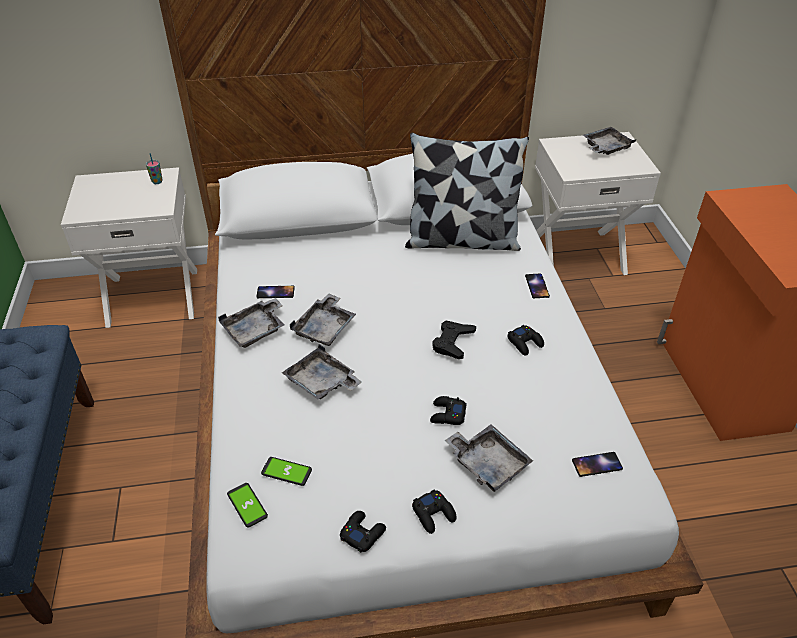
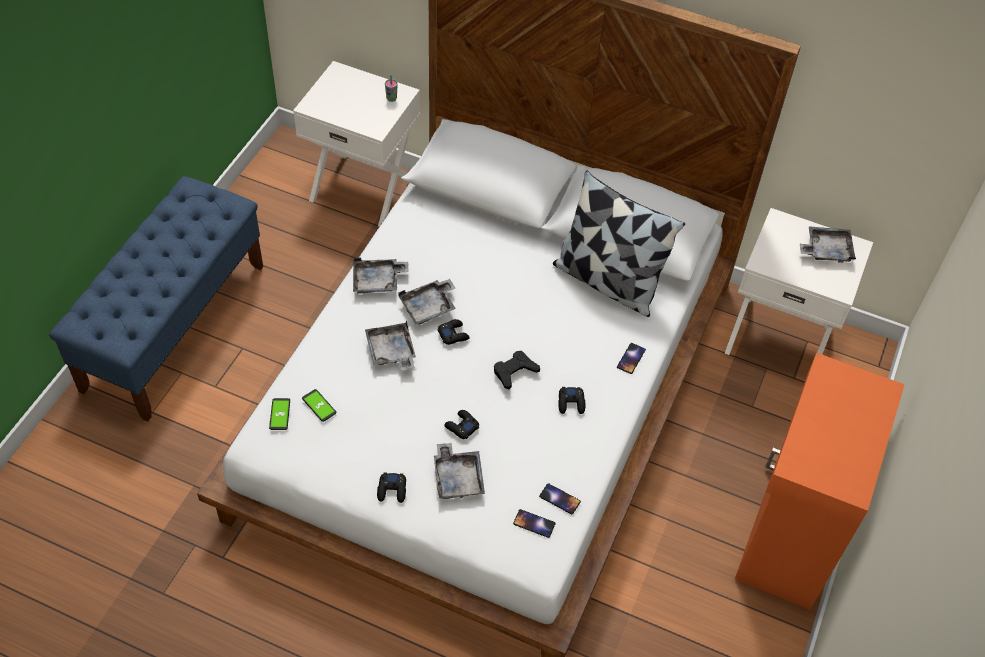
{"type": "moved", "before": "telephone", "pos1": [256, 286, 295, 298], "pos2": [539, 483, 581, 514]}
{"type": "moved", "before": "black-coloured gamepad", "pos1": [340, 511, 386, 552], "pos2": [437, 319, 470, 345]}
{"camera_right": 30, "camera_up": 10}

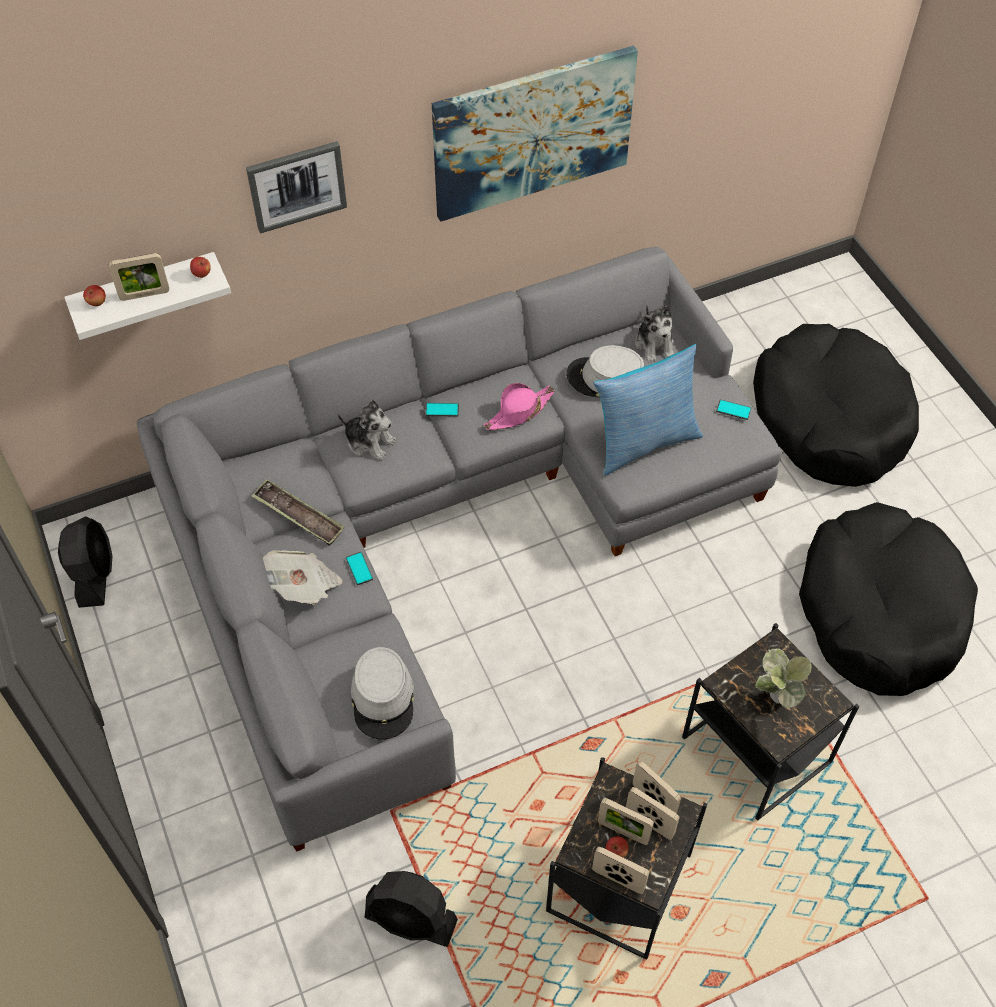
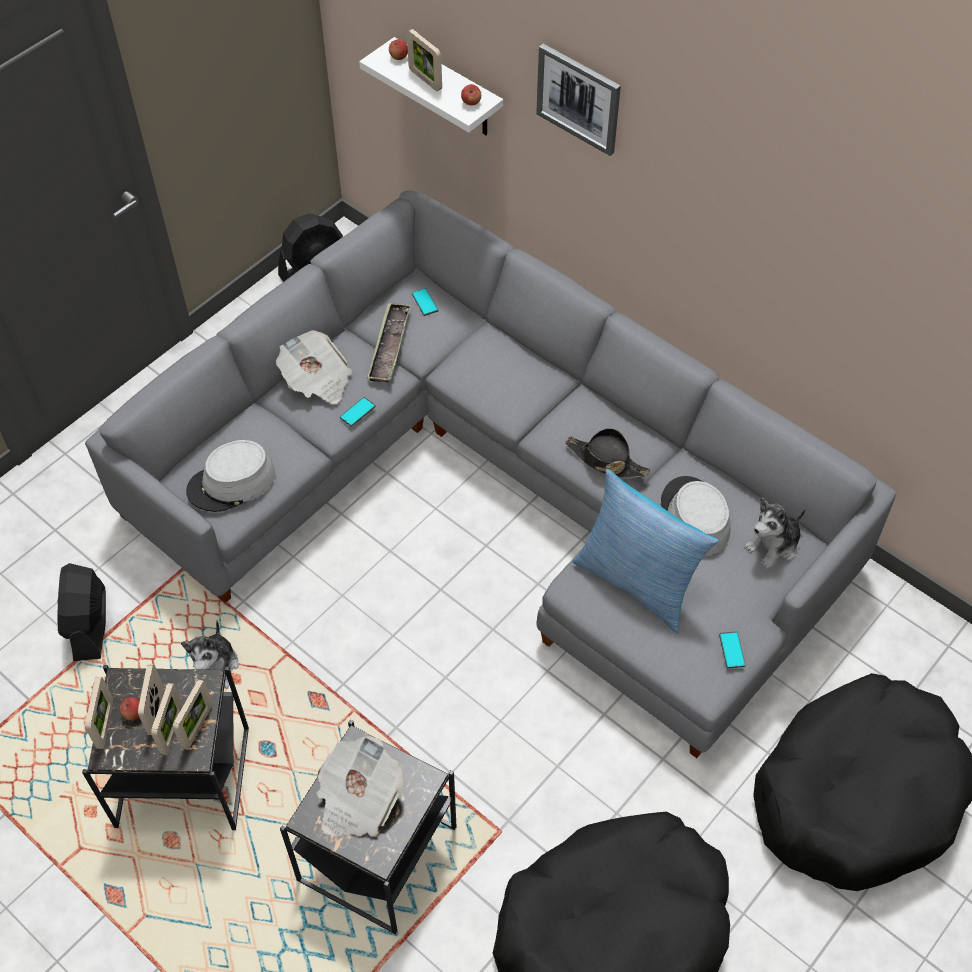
{"type": "removed", "before": "wall picture", "pos1": [432, 46, 638, 222]}
{"type": "recoloured", "before": "pink-coloured clothing hat", "after": "black-coloured clothing hat", "pos1": [484, 383, 555, 430], "pos2": [565, 428, 651, 478]}
{"type": "moved", "before": "cuddly toy", "pos1": [338, 400, 396, 460], "pos2": [181, 620, 239, 689]}
{"type": "moved", "before": "telephone", "pos1": [426, 403, 459, 417], "pos2": [412, 288, 439, 316]}
{"type": "replaced", "before": "houseplant", "after": "newspaper", "pos1": [755, 648, 812, 708], "pos2": [317, 736, 404, 837]}
{"camera_right": 65, "camera_up": 0}

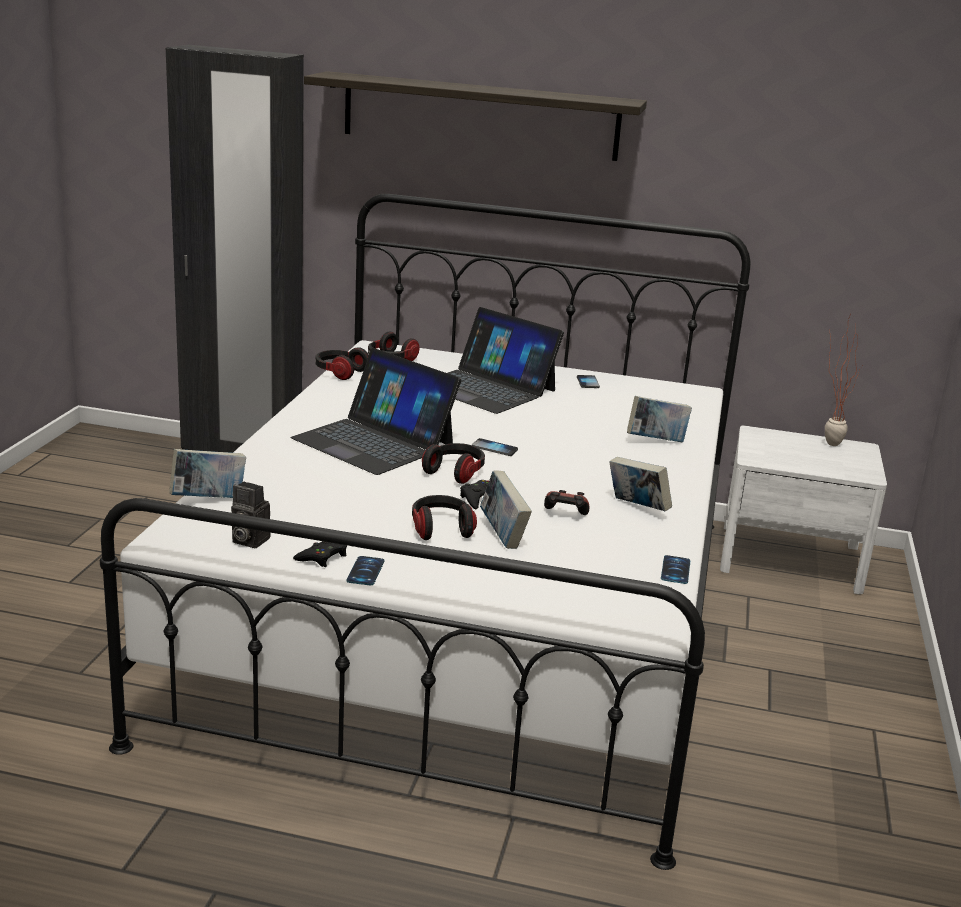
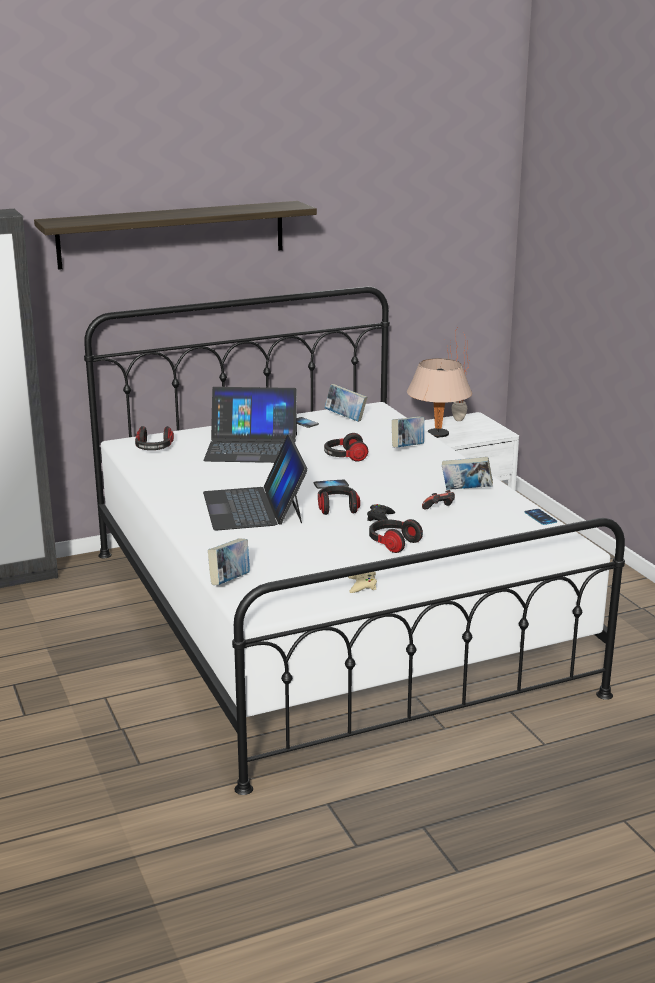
{"type": "moved", "before": "pair of headphones", "pos1": [315, 347, 369, 380], "pos2": [324, 433, 368, 461]}
{"type": "turned", "before": "portable computer", "pos1": [291, 348, 461, 475], "pos2": [203, 435, 308, 530], "turn": 75}
{"type": "moved", "before": "book", "pos1": [480, 470, 532, 549], "pos2": [324, 384, 367, 422]}
{"type": "removed", "before": "photo camera", "pos1": [231, 482, 270, 548]}
{"type": "recoloured", "before": "black-coloured gamepad", "after": "beige gamepad", "pos1": [293, 541, 347, 567], "pos2": [348, 571, 377, 593]}
{"type": "removed", "before": "telephone", "pos1": [346, 556, 385, 585]}
{"type": "added", "after": "beige tabletop lamp", "pos2": [407, 358, 472, 438]}
{"camera_right": -35, "camera_up": 0}

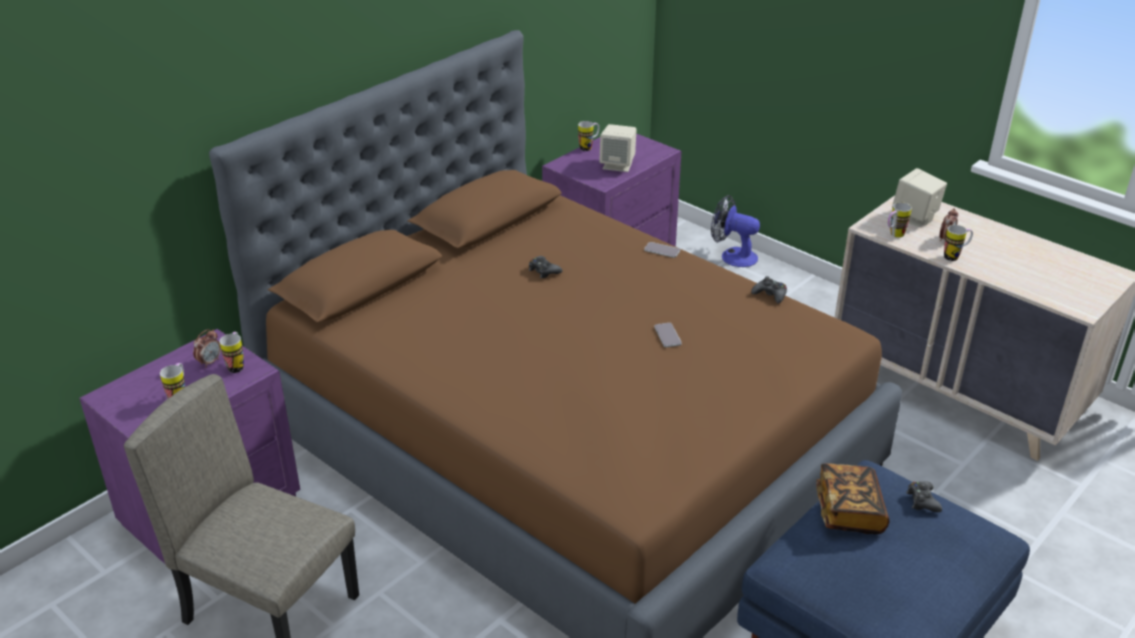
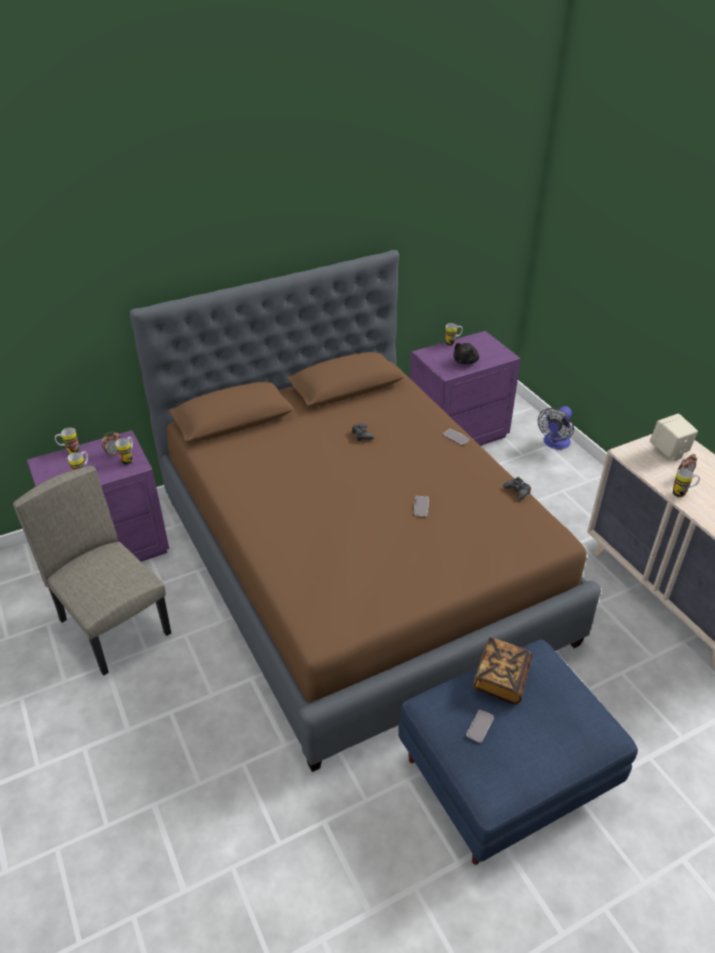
{"type": "replaced", "before": "beige loudspeaker", "after": "black-coloured cuddly toy", "pos1": [599, 124, 637, 172], "pos2": [453, 343, 479, 364]}
{"type": "turned", "before": "electric fan", "pos1": [711, 195, 760, 267], "pos2": [538, 406, 574, 449], "turn": -105}
{"type": "moved", "before": "tea mug", "pos1": [888, 202, 912, 238], "pos2": [55, 428, 79, 454]}
{"type": "removed", "before": "black-coloured gamepad", "pos1": [906, 481, 942, 512]}
{"type": "added", "after": "telephone", "pos2": [466, 710, 494, 743]}
{"camera_right": 20, "camera_up": 5}

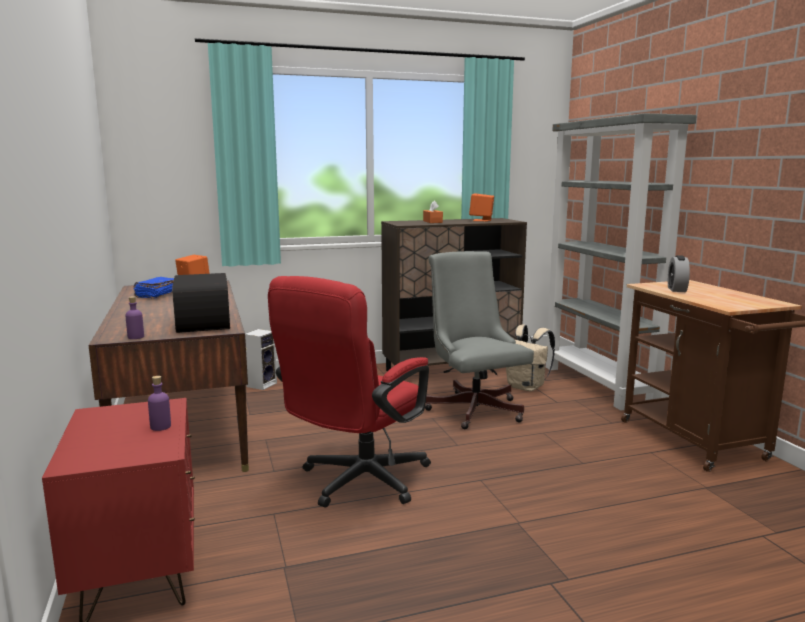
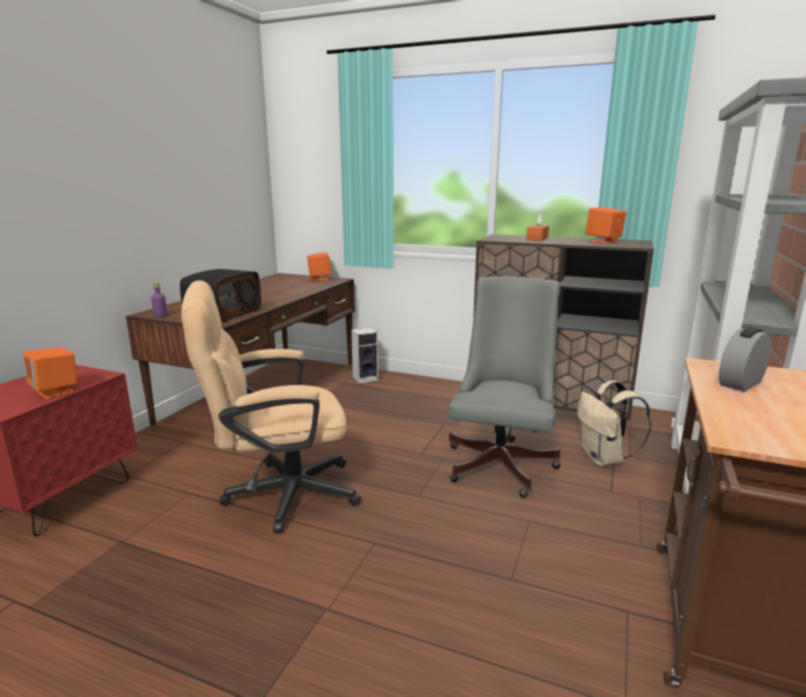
{"type": "recoloured", "before": "reddish office chair", "after": "beige office chair", "pos1": [268, 276, 431, 508], "pos2": [181, 280, 361, 533]}
{"type": "removed", "before": "blue-coloured book", "pos1": [134, 277, 174, 299]}
{"type": "replaced", "before": "purple beverage bottle", "after": "orange-coloured loudspeaker", "pos1": [148, 376, 171, 431], "pos2": [23, 347, 77, 399]}
{"camera_right": 40, "camera_up": 5}

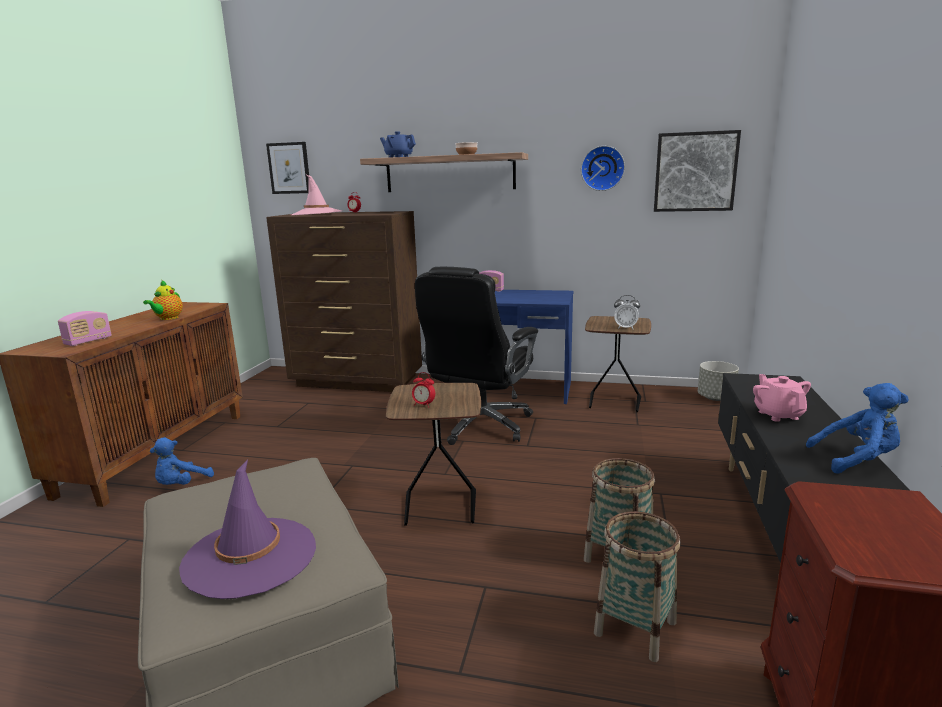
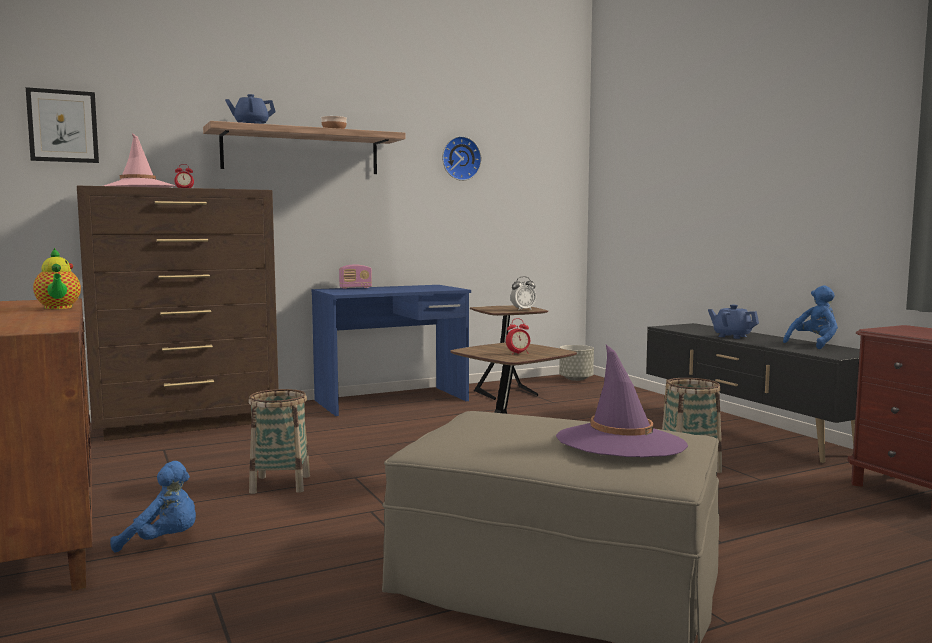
{"type": "removed", "before": "wall picture", "pos1": [654, 130, 741, 212]}
{"type": "removed", "before": "black-coloured office chair", "pos1": [415, 267, 538, 445]}
{"type": "removed", "before": "radio", "pos1": [58, 311, 112, 346]}
{"type": "recoloured", "before": "pink-coloured pot for tea", "after": "blue-coloured pot for tea", "pos1": [753, 374, 811, 422], "pos2": [708, 305, 759, 339]}
{"type": "turned", "before": "blue-coloured cuddly toy", "pos1": [150, 437, 214, 485], "pos2": [110, 461, 196, 553], "turn": -75}
{"type": "moved", "before": "household basket", "pos1": [594, 511, 681, 662], "pos2": [248, 389, 310, 494]}
{"camera_right": -40, "camera_up": -10}

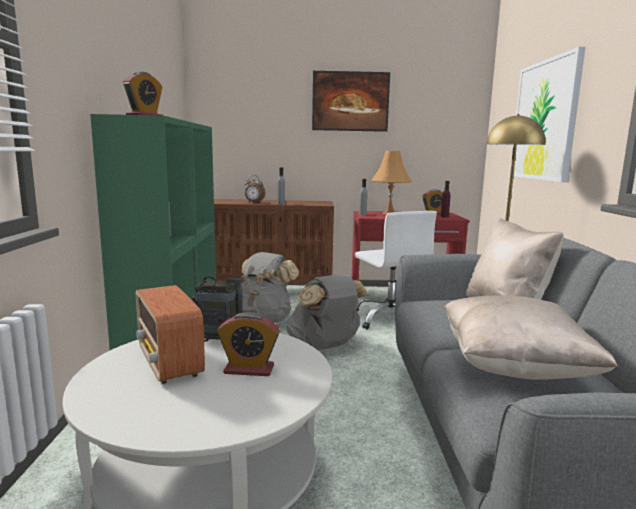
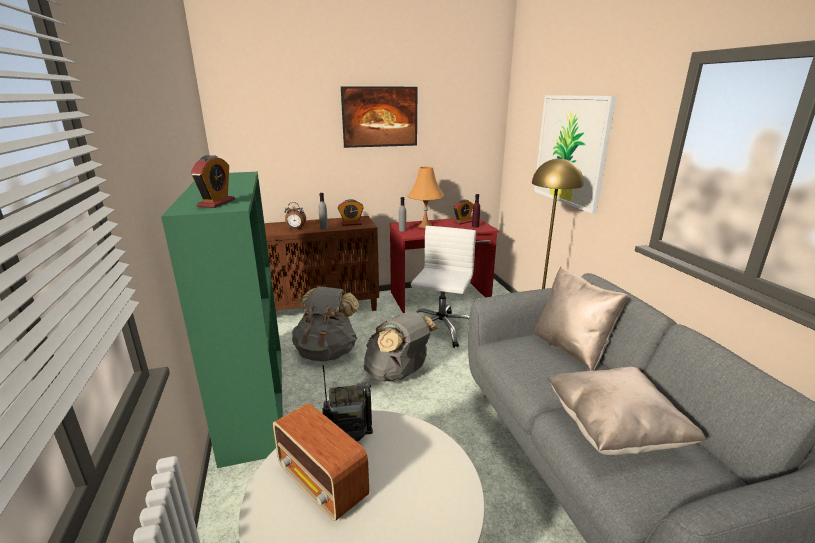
{"type": "turned", "before": "whitish office chair", "pos1": [355, 211, 437, 329], "pos2": [411, 226, 476, 348], "turn": -120}
{"type": "moved", "before": "alarm clock", "pos1": [217, 312, 280, 376], "pos2": [338, 199, 364, 226]}
{"camera_right": -15, "camera_up": 10}

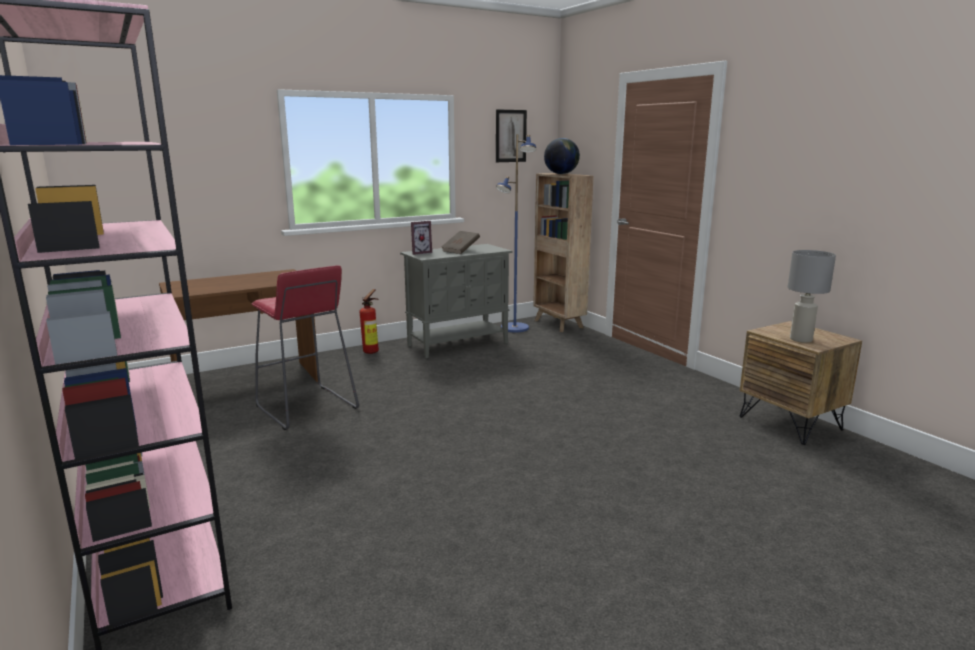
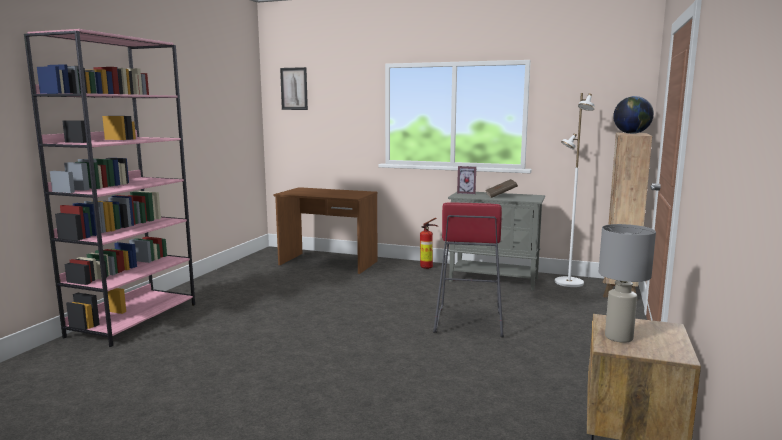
{"type": "moved", "before": "wall picture", "pos1": [496, 109, 527, 162], "pos2": [280, 67, 308, 110]}
{"type": "recoloured", "before": "blue-coloured standing lamp", "after": "whitish standing lamp", "pos1": [496, 134, 537, 333], "pos2": [555, 93, 595, 287]}
{"type": "moved", "before": "reddish stool seat", "pos1": [252, 265, 359, 430], "pos2": [433, 202, 504, 337]}
{"camera_right": 50, "camera_up": -5}

